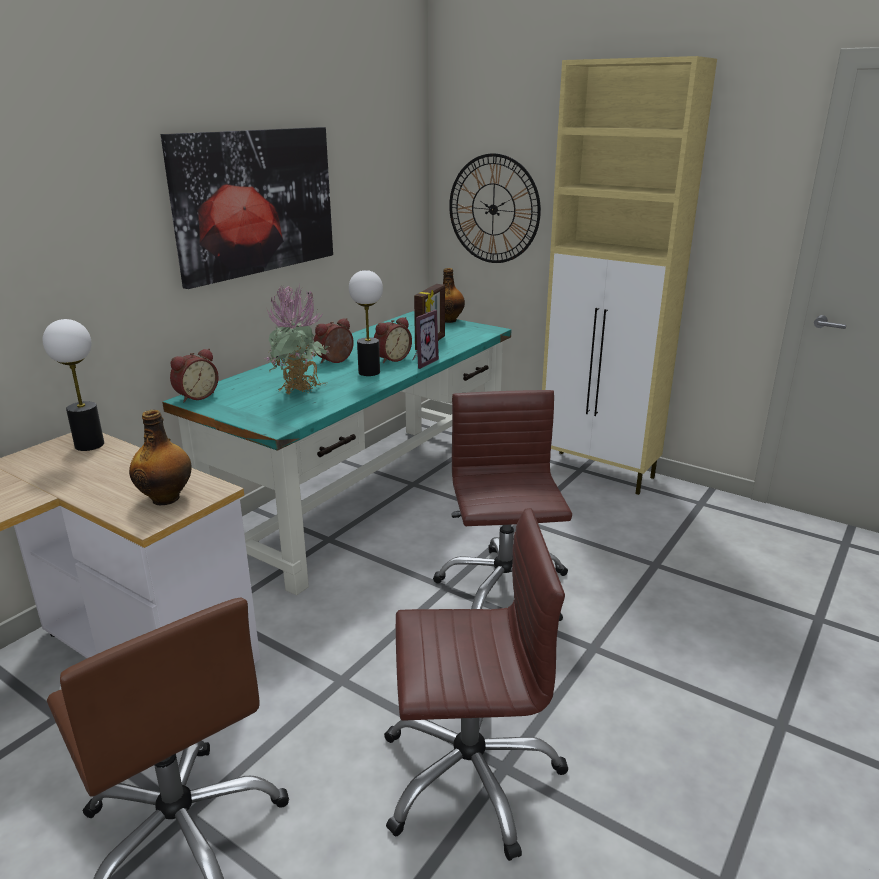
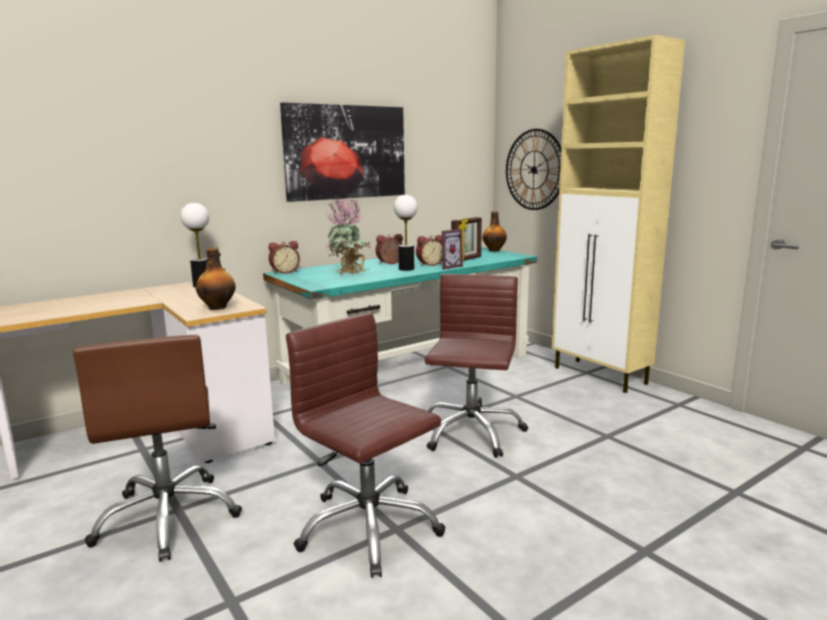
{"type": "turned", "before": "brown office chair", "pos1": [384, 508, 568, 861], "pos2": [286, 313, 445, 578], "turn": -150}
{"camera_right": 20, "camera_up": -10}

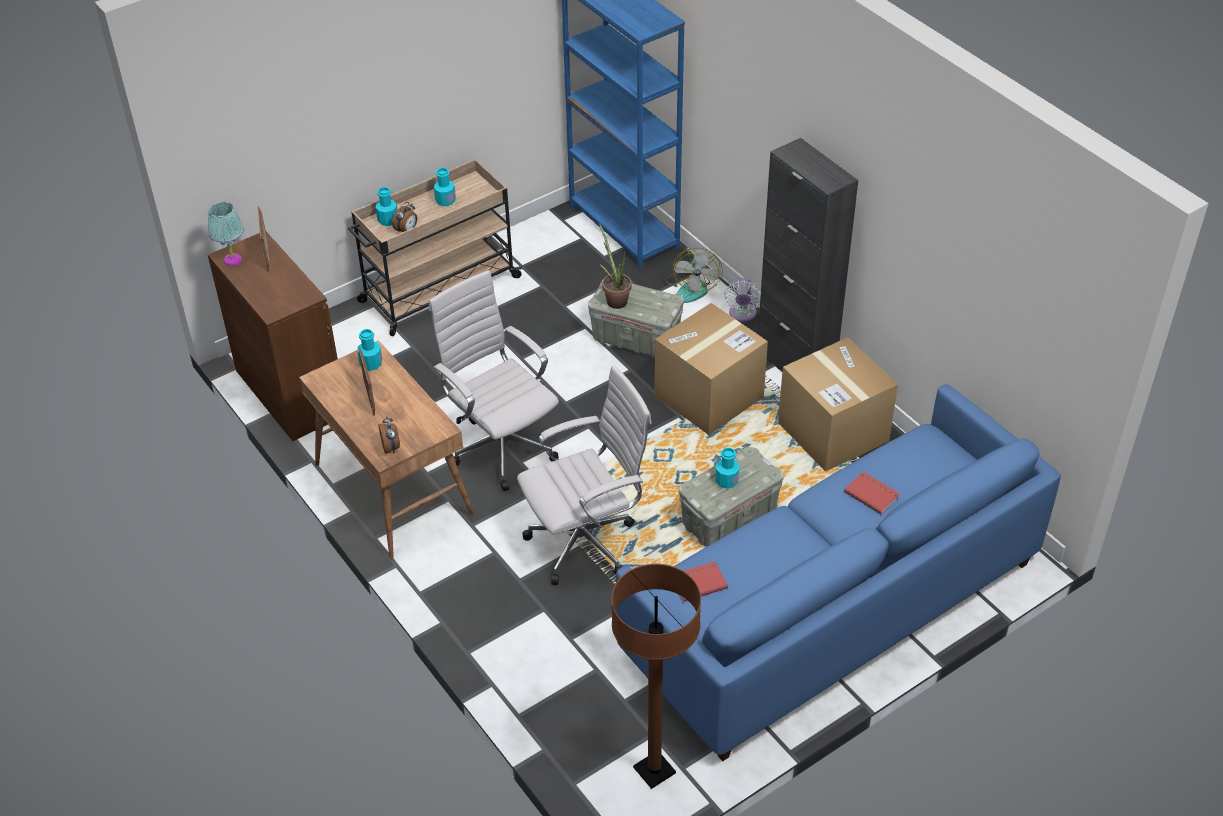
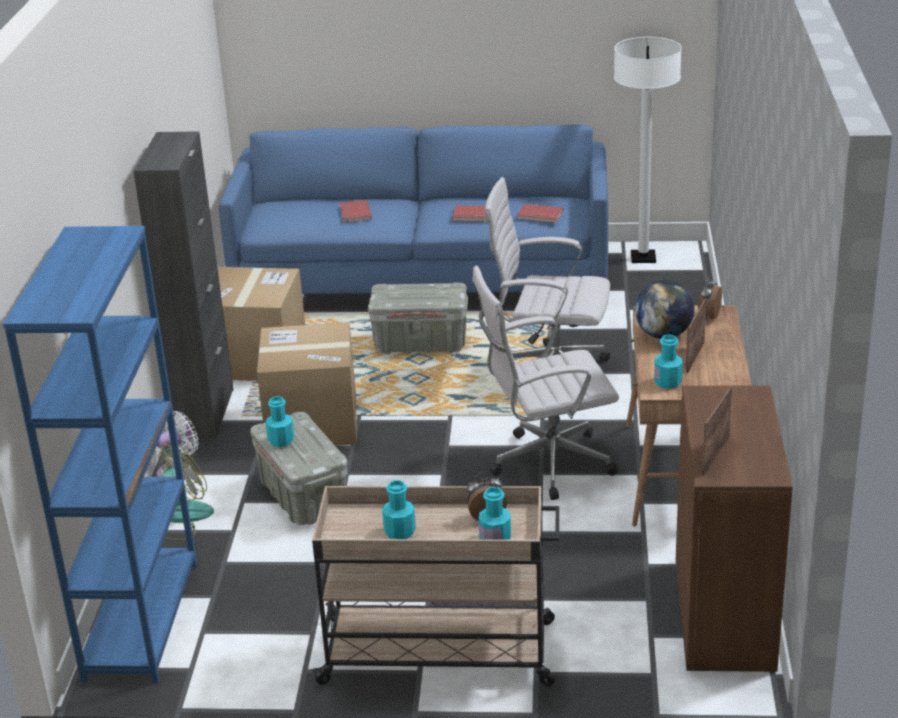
{"type": "removed", "before": "turquoise-coloured tabletop lamp", "pos1": [208, 202, 244, 266]}
{"type": "removed", "before": "houseplant", "pos1": [599, 223, 632, 309]}
{"type": "turned", "before": "whitish office chair", "pos1": [429, 270, 559, 491], "pos2": [472, 266, 619, 500], "turn": 75}
{"type": "moved", "before": "turquoise-coloured beverage bottle", "pos1": [716, 447, 739, 488], "pos2": [266, 396, 294, 447]}
{"type": "recoloured", "before": "brown standing lamp", "after": "whitish standing lamp", "pos1": [611, 564, 701, 789], "pos2": [614, 37, 682, 263]}
{"type": "added", "after": "reddish book", "pos2": [452, 205, 489, 222]}
{"type": "added", "after": "globe", "pos2": [635, 280, 694, 339]}
{"camera_right": -140, "camera_up": -15}

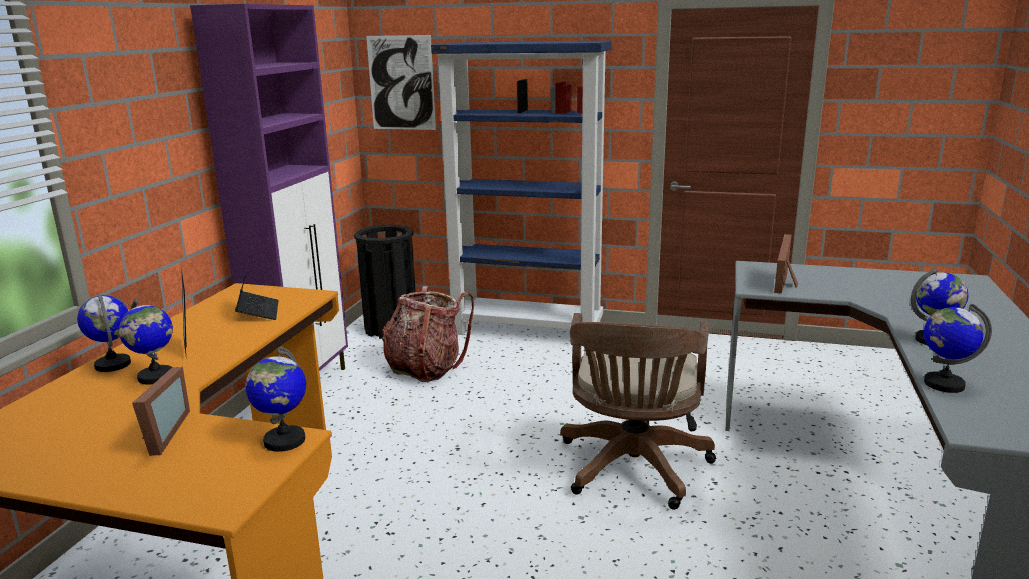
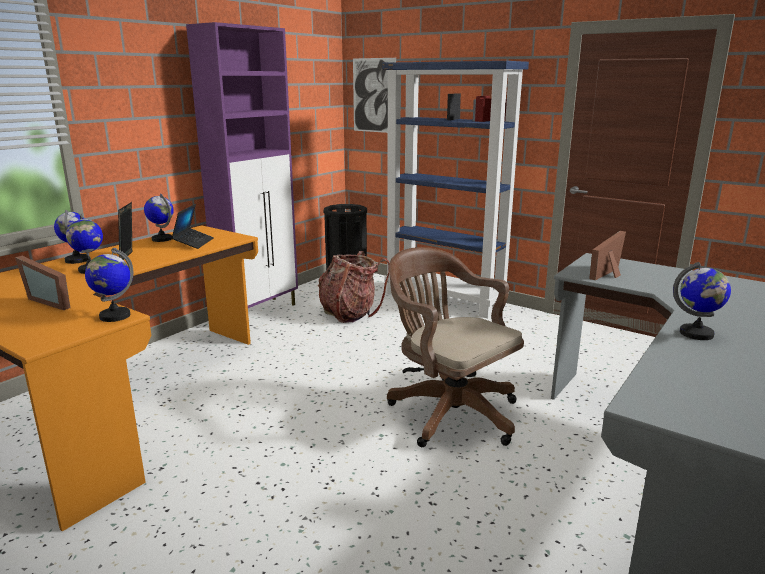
{"type": "moved", "before": "globe", "pos1": [924, 304, 992, 393], "pos2": [144, 193, 174, 242]}
{"type": "turned", "before": "brown office chair", "pos1": [560, 313, 716, 510], "pos2": [387, 247, 524, 447], "turn": 105}
{"type": "turned", "before": "photo frame", "pos1": [132, 367, 190, 456], "pos2": [15, 256, 70, 310], "turn": 105}
{"camera_right": 20, "camera_up": 0}

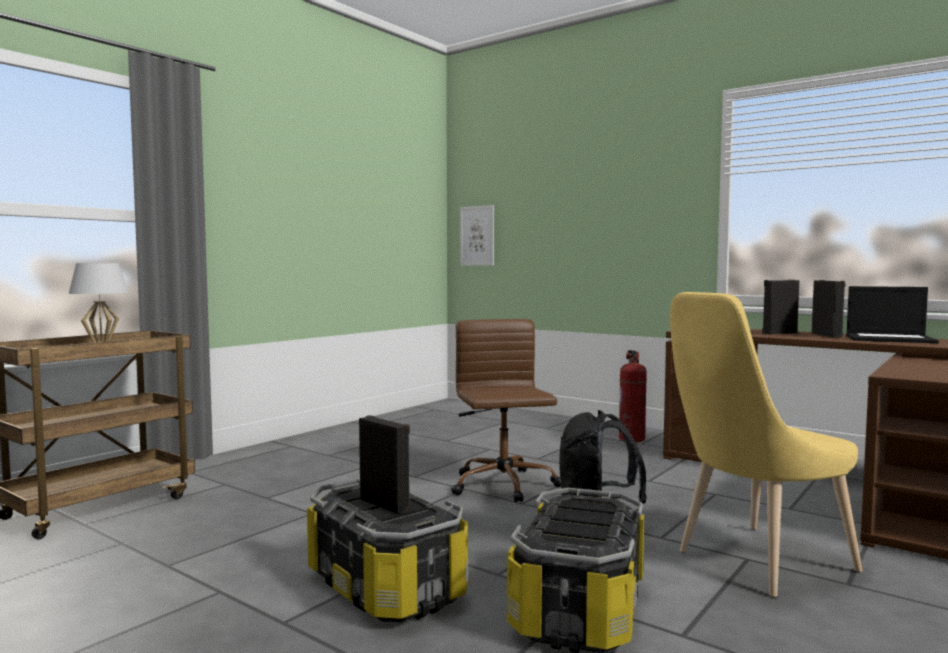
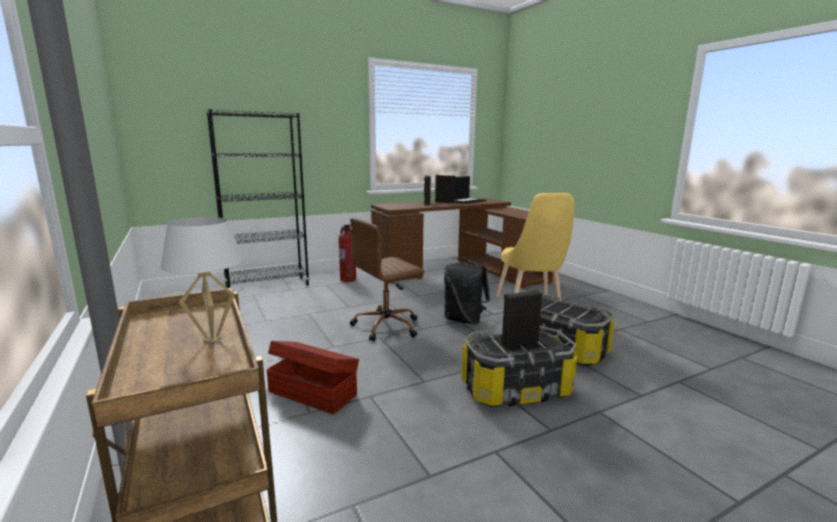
{"type": "removed", "before": "wall picture", "pos1": [460, 205, 494, 266]}
{"type": "turned", "before": "brown office chair", "pos1": [451, 319, 561, 503], "pos2": [350, 218, 424, 341], "turn": -45}
{"type": "added", "after": "black-coloured shelving unit", "pos2": [207, 109, 310, 289]}
{"type": "added", "after": "brown storage box", "pos2": [266, 341, 359, 414]}
{"camera_right": -65, "camera_up": 10}

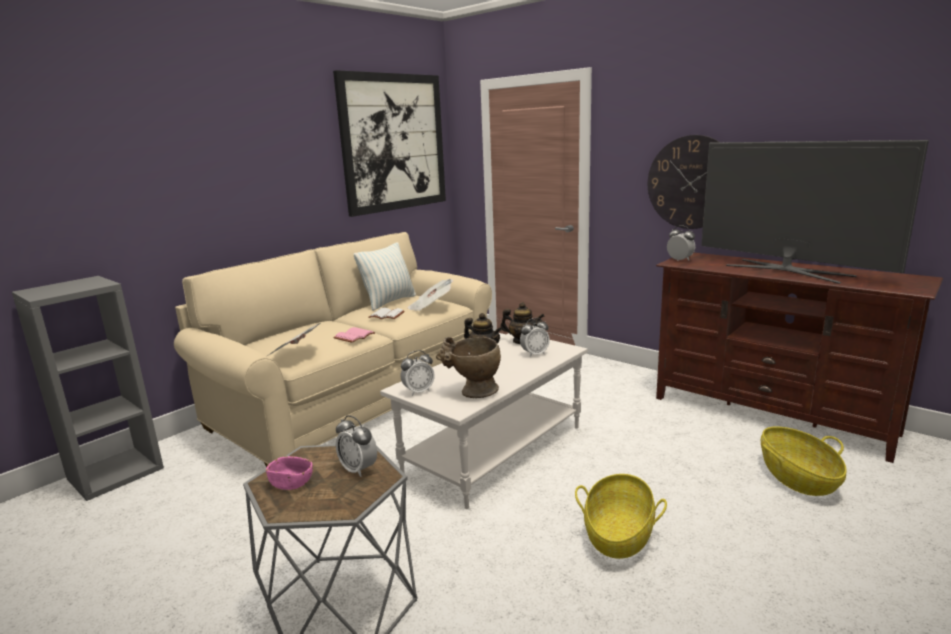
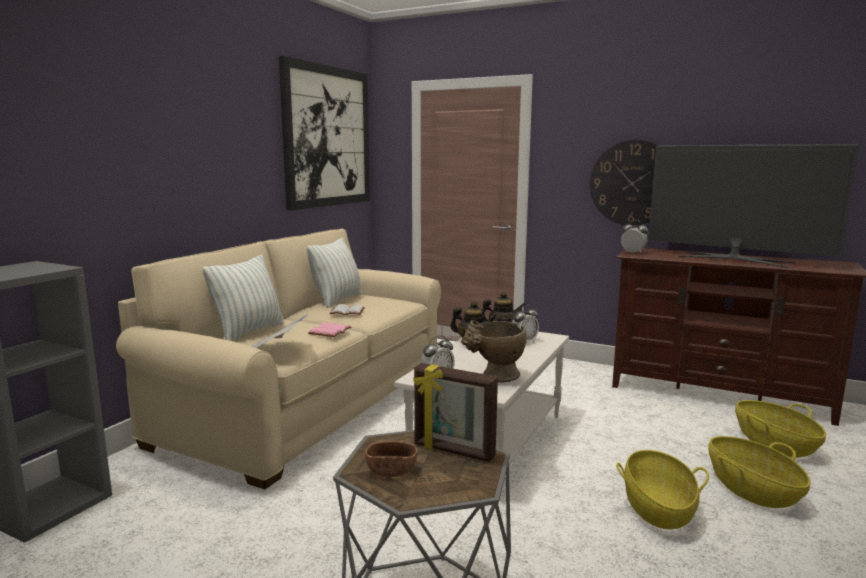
{"type": "removed", "before": "newspaper", "pos1": [407, 279, 453, 311]}
{"type": "replaced", "before": "alarm clock", "after": "photo frame", "pos1": [336, 415, 377, 477], "pos2": [413, 363, 498, 462]}
{"type": "recoloured", "before": "pink-coloured bowl", "after": "brown bowl", "pos1": [266, 456, 313, 490], "pos2": [365, 441, 417, 477]}
{"type": "added", "after": "throw pillow", "pos2": [202, 255, 285, 341]}
{"type": "added", "after": "household basket", "pos2": [708, 436, 811, 508]}
{"camera_right": -15, "camera_up": -5}

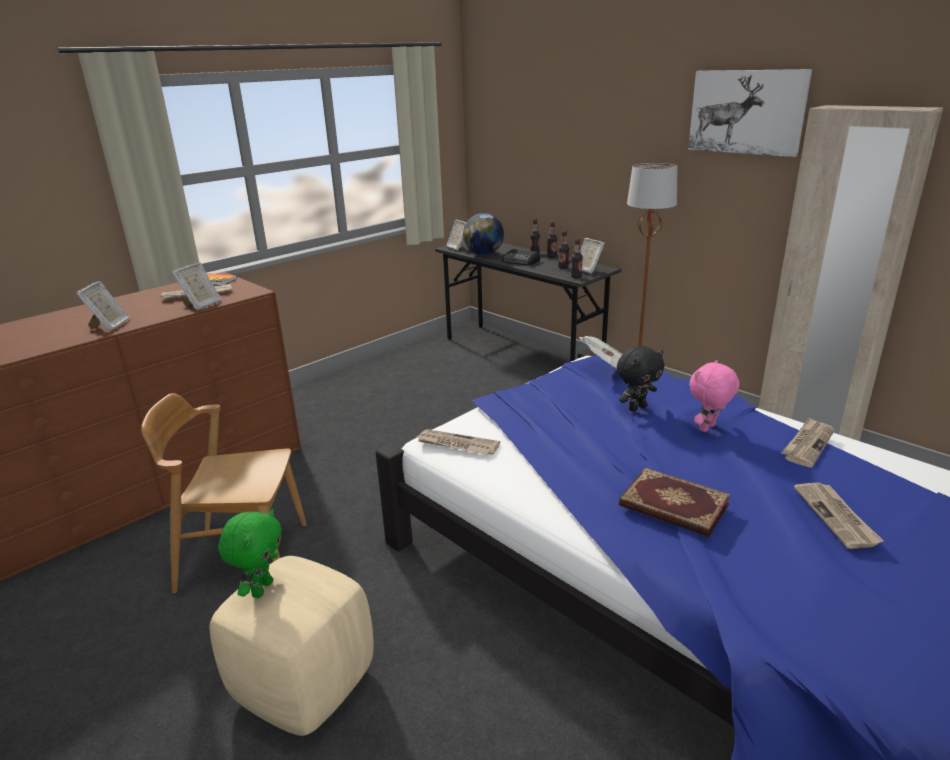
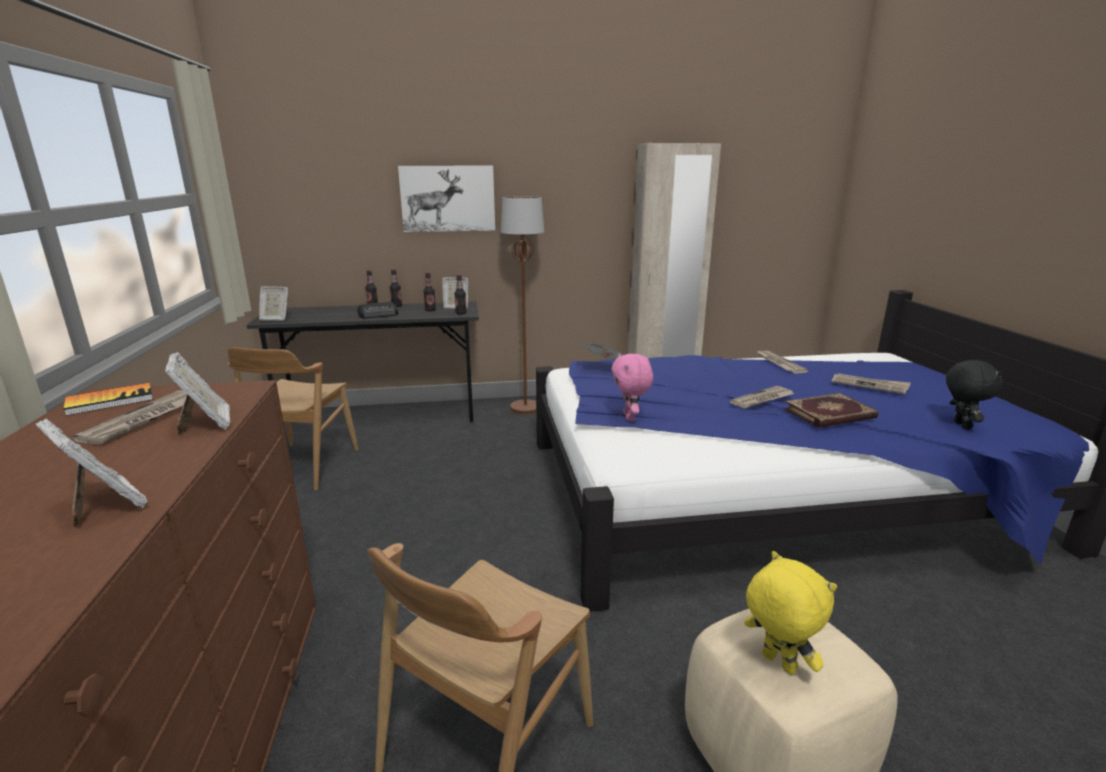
{"type": "moved", "before": "wall picture", "pos1": [688, 69, 812, 157], "pos2": [398, 166, 495, 232]}
{"type": "removed", "before": "globe", "pos1": [463, 213, 504, 255]}
{"type": "moved", "before": "black-coloured cuddly toy", "pos1": [617, 346, 664, 412], "pos2": [946, 359, 1003, 430]}
{"type": "moved", "before": "pink-coloured cuddly toy", "pos1": [690, 360, 740, 432], "pos2": [611, 353, 653, 421]}
{"type": "moved", "before": "newspaper", "pos1": [417, 429, 500, 455], "pos2": [730, 386, 794, 409]}
{"type": "recoloured", "before": "green cuddly toy", "after": "yellowish cuddly toy", "pos1": [218, 509, 282, 598], "pos2": [744, 551, 837, 675]}
{"type": "added", "after": "brown upright chair", "pos2": [228, 347, 359, 490]}
{"camera_right": -55, "camera_up": -5}

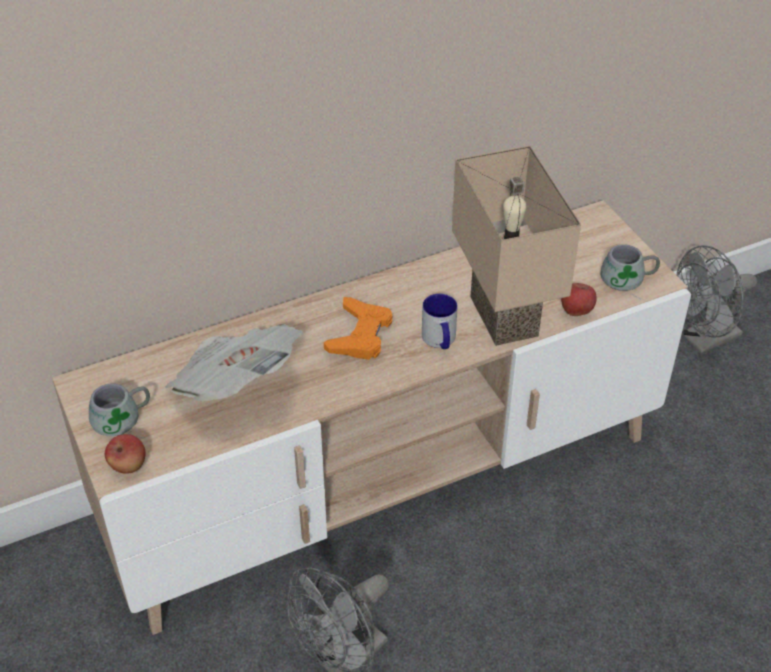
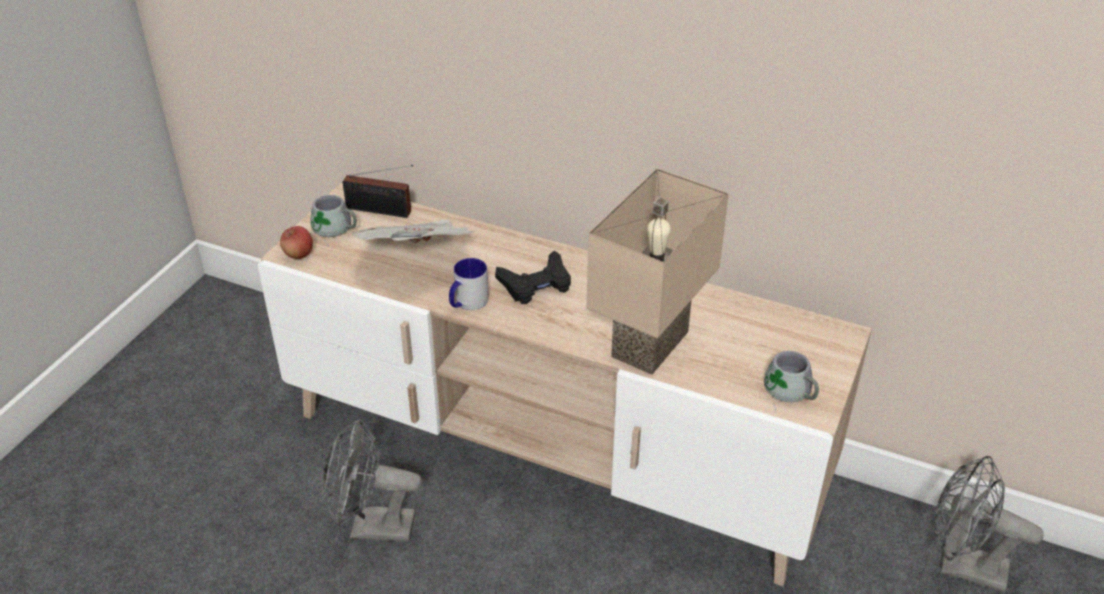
{"type": "removed", "before": "apple fruit", "pos1": [561, 283, 597, 316]}
{"type": "moved", "before": "tea mug", "pos1": [422, 294, 458, 349], "pos2": [449, 258, 489, 310]}
{"type": "recoloured", "before": "orange-coloured gamepad", "after": "black-coloured gamepad", "pos1": [324, 297, 392, 360], "pos2": [495, 251, 571, 304]}
{"type": "added", "after": "radio", "pos2": [342, 165, 413, 218]}
{"camera_right": 50, "camera_up": -5}

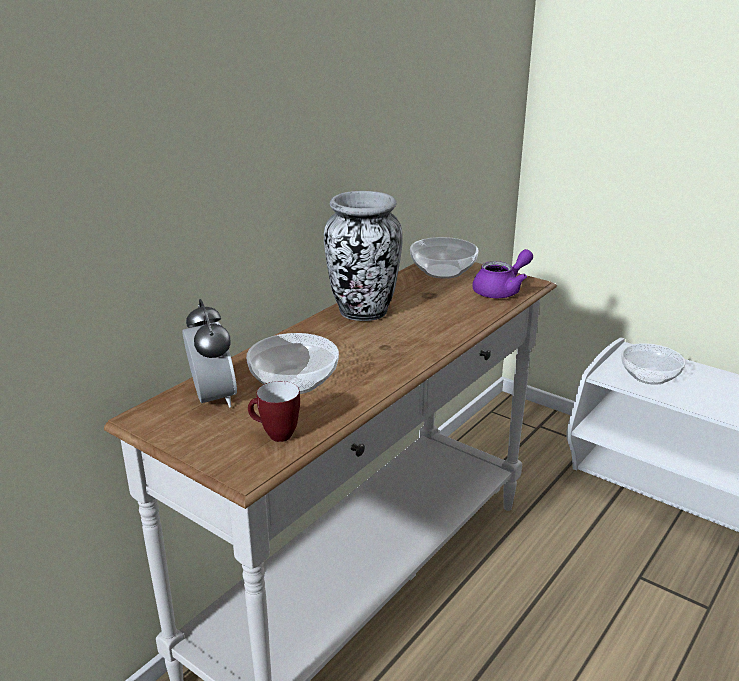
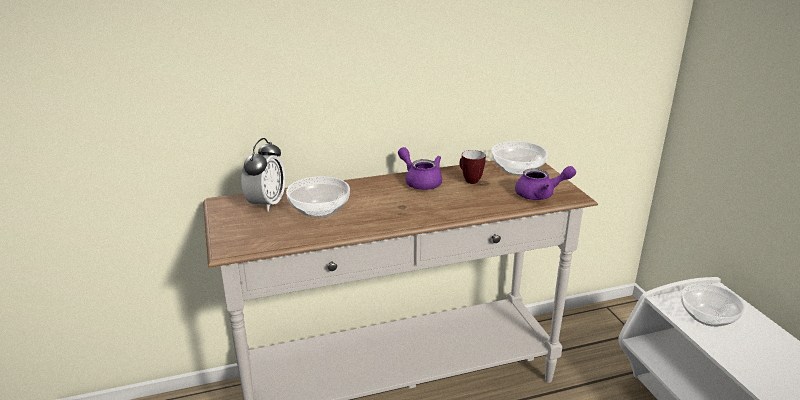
{"type": "replaced", "before": "flower vase", "after": "purple pot for tea", "pos1": [324, 191, 403, 321], "pos2": [398, 147, 442, 190]}
{"type": "moved", "before": "tea mug", "pos1": [248, 381, 300, 442], "pos2": [459, 150, 486, 184]}
{"camera_right": 35, "camera_up": 0}

